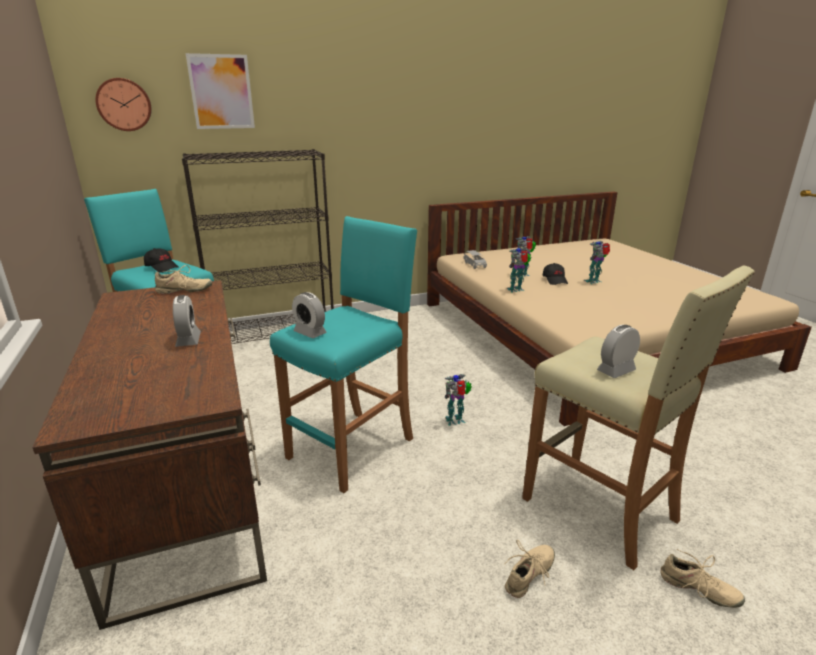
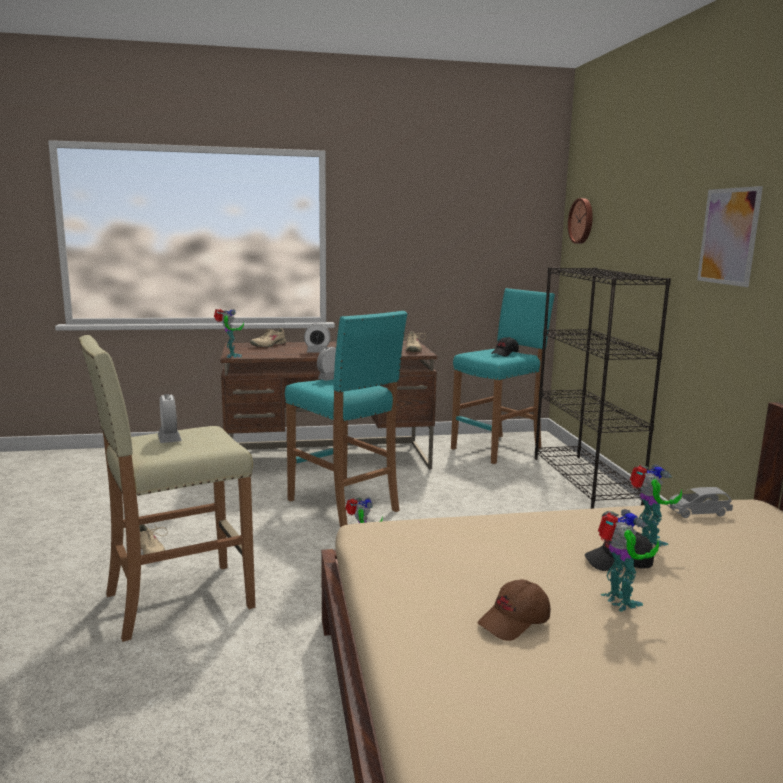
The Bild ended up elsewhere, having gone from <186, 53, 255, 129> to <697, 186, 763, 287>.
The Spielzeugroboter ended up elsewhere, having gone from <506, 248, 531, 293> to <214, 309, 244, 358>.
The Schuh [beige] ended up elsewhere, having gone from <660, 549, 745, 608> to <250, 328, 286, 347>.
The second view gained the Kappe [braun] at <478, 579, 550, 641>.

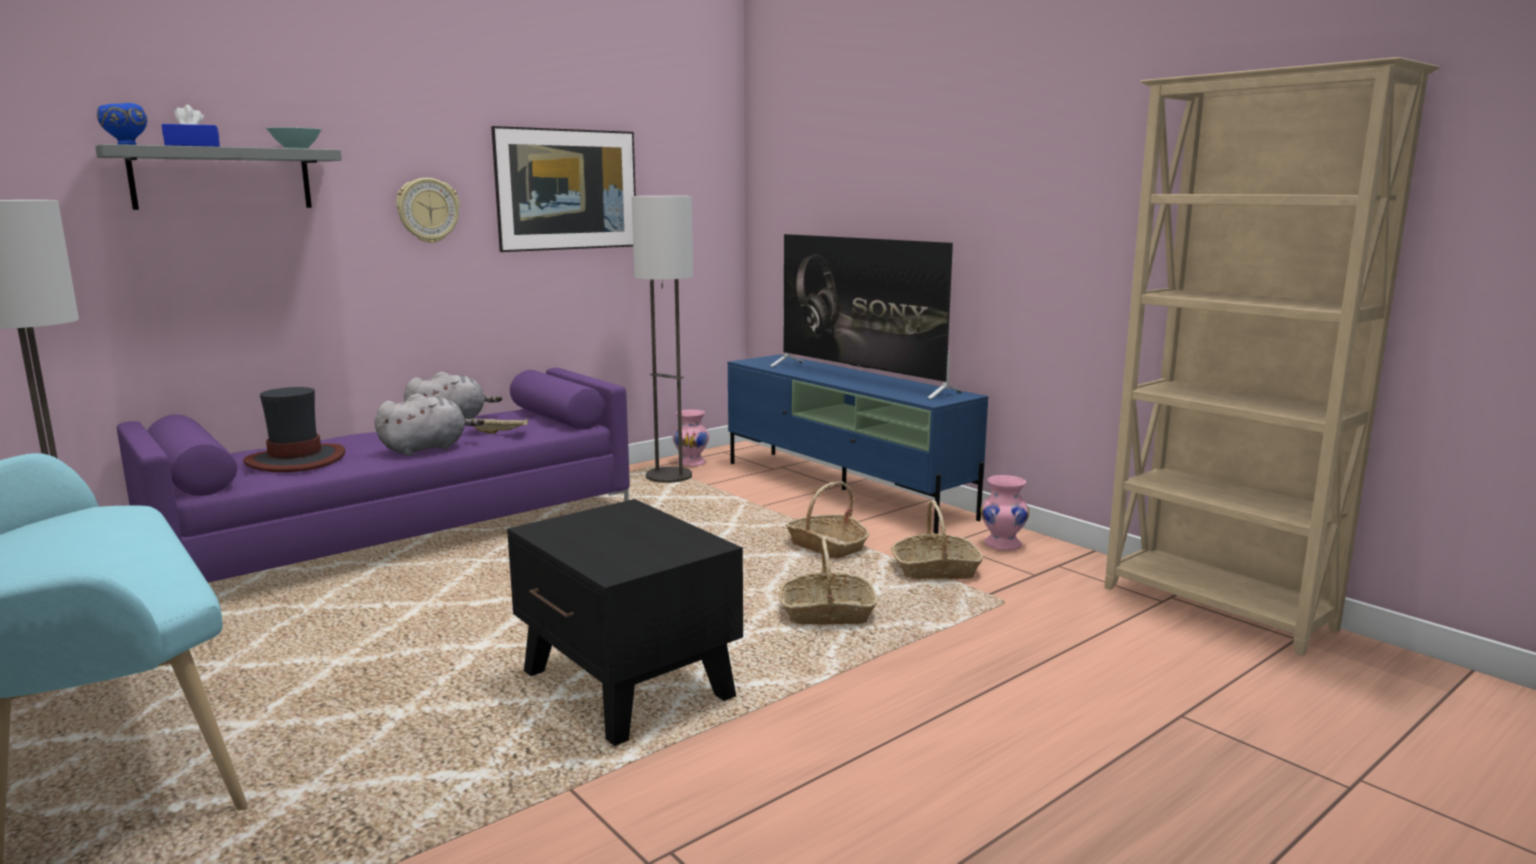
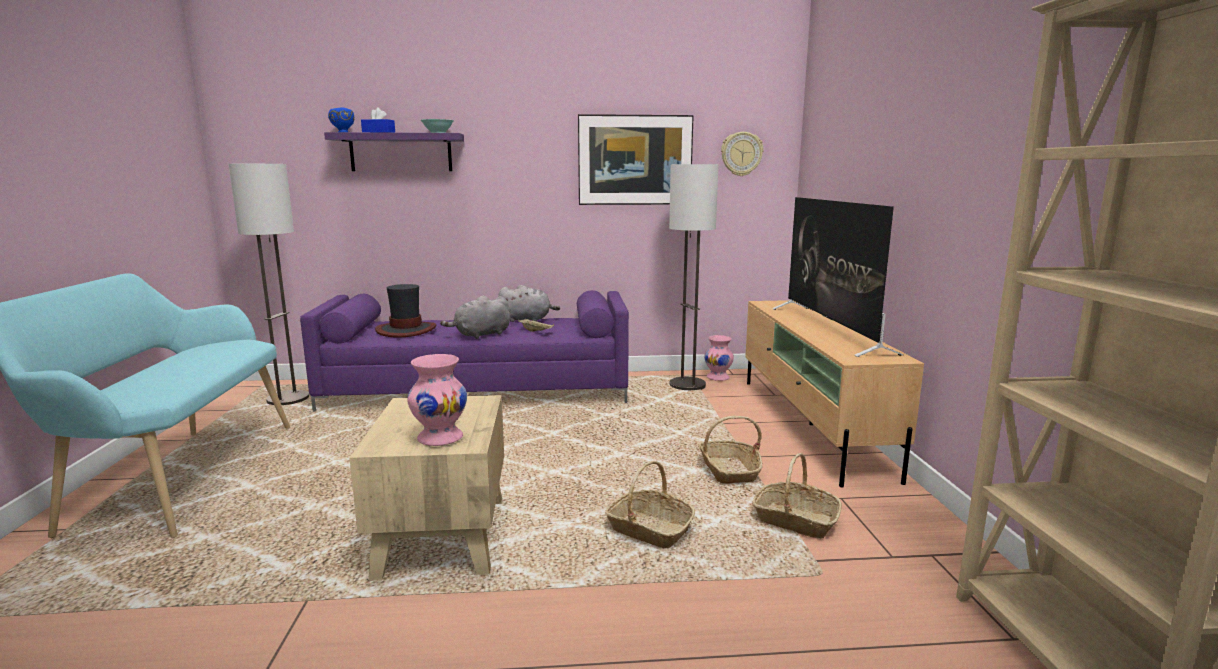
What was the Wandregal [grau] at <95, 144, 342, 210> turned into the Wandregal [lila] at <324, 132, 464, 171>.
The Wanduhr ended up elsewhere, having gone from <396, 178, 460, 243> to <721, 132, 763, 176>.
What was the Fernsehschrank [blau] at <728, 354, 988, 534> turned into the Fernsehschrank [beige] at <745, 300, 924, 487>.
The Plüschtier [grau] at <374, 394, 484, 456> ended up facing another way, 150 degrees clockwise from before.
The Vase [rosa] ended up elsewhere, having gone from <981, 475, 1029, 550> to <407, 354, 467, 446>.
What was the Beistelltisch [schwarz] at <507, 499, 743, 746> turned into the Beistelltisch [beige] at <349, 395, 504, 580>.

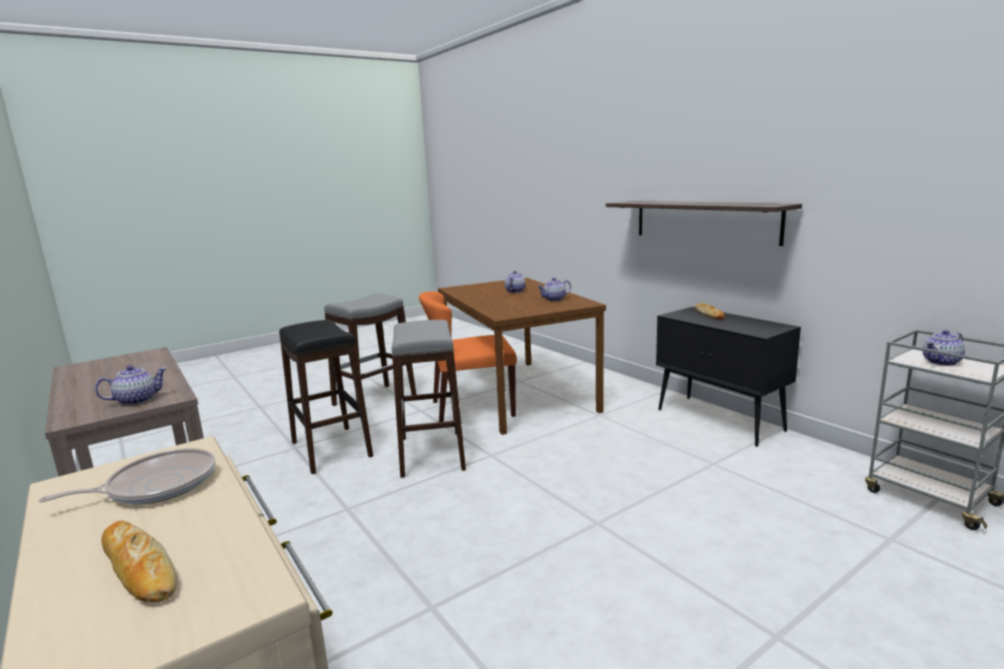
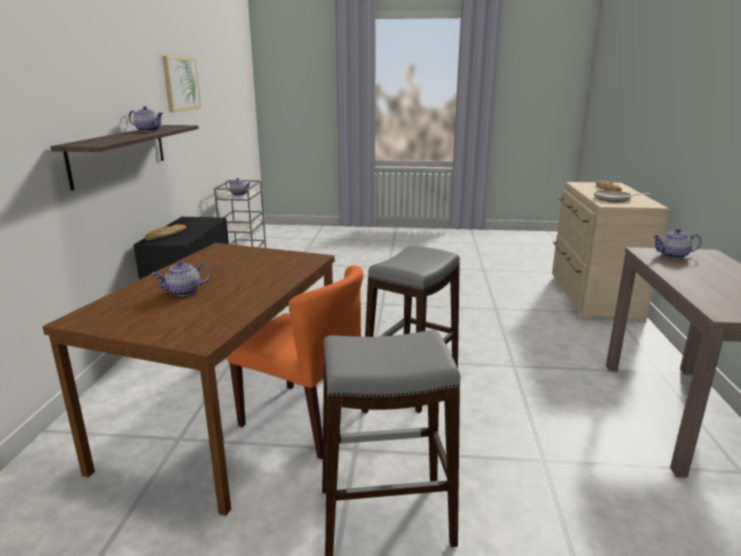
The Teekanne ended up elsewhere, having gone from <537, 278, 571, 301> to <129, 106, 163, 132>.
The second view lost the Hocker [schwarz] at <279, 320, 373, 474>.
The second view gained the Bild at <162, 56, 201, 112>.

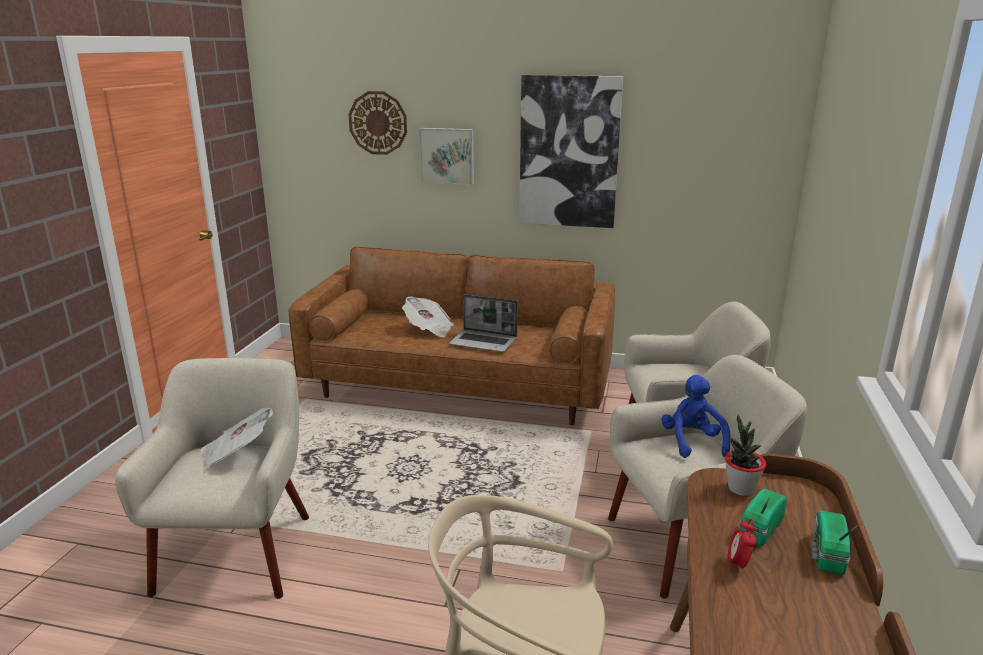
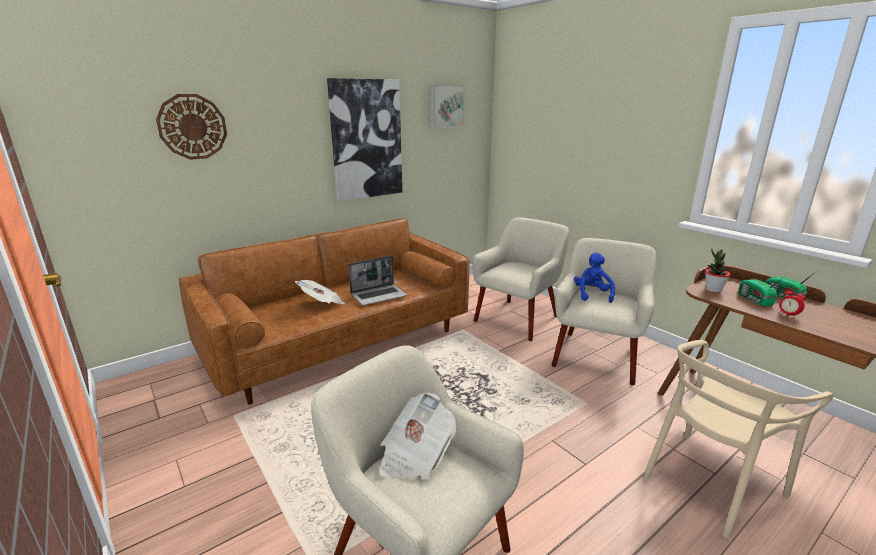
The Bild ended up elsewhere, having gone from <419, 128, 474, 185> to <430, 85, 465, 128>.
The Plüschtier [blau] at <661, 375, 731, 458> ended up facing another way, 60 degrees clockwise from before.

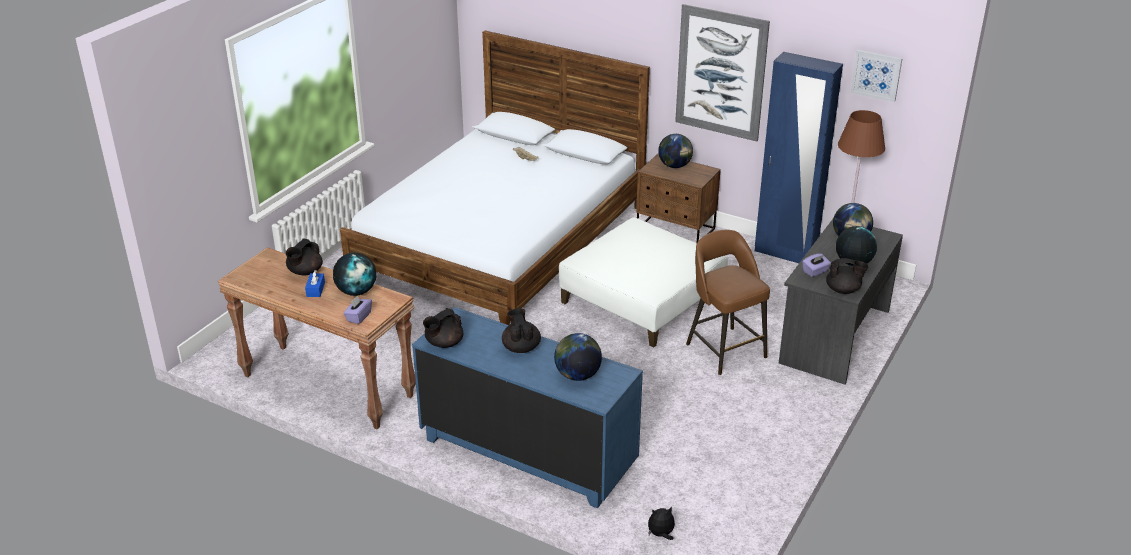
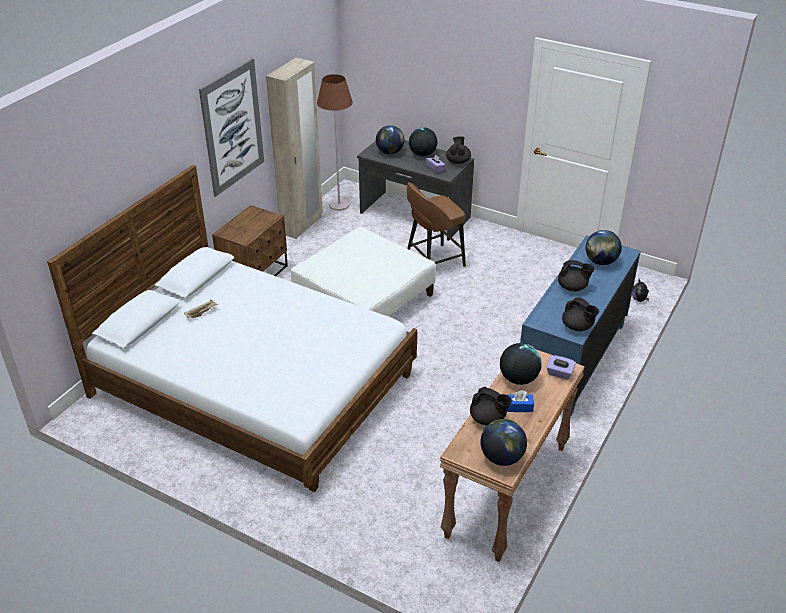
The second view lost the Bild at <851, 50, 902, 102>.
What was the Kleiderschrank [blau] at <755, 52, 843, 263> turned into the Kleiderschrank [beige] at <266, 58, 323, 239>.
The Globus ended up elsewhere, having gone from <658, 134, 693, 168> to <481, 419, 527, 466>.
The Teekanne [schwarz] at <502, 308, 541, 353> ended up facing another way, 150 degrees counterclockwise from before.

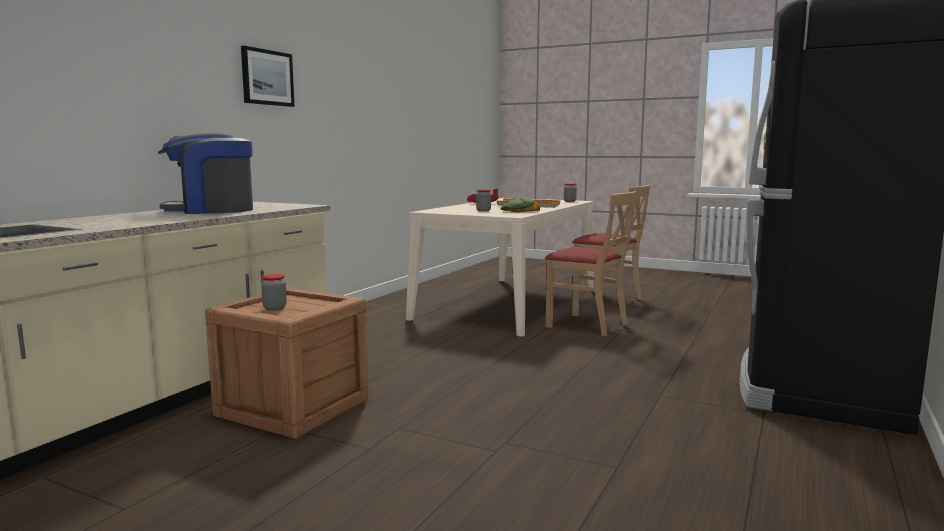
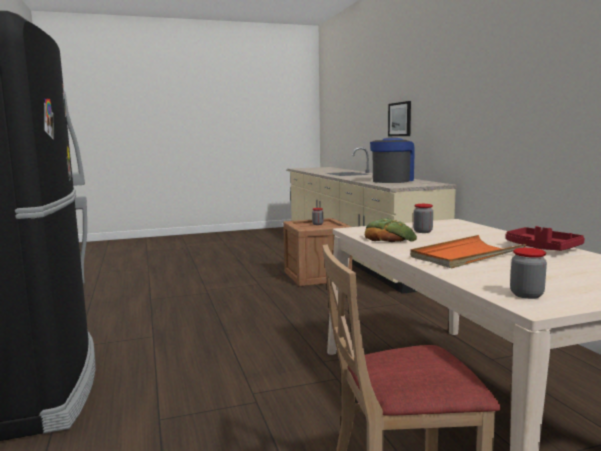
The Bild ended up elsewhere, having gone from <241, 46, 295, 107> to <388, 101, 411, 136>.
The second view lost the Stuhl [beige] at <545, 191, 637, 337>.

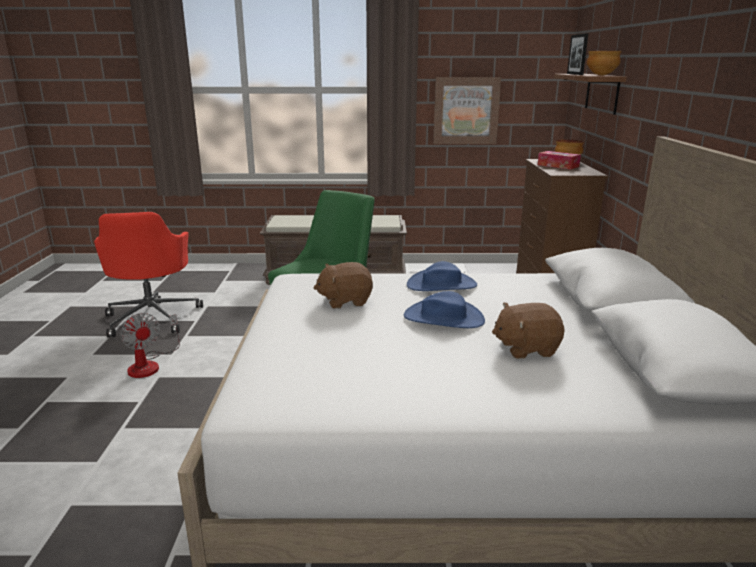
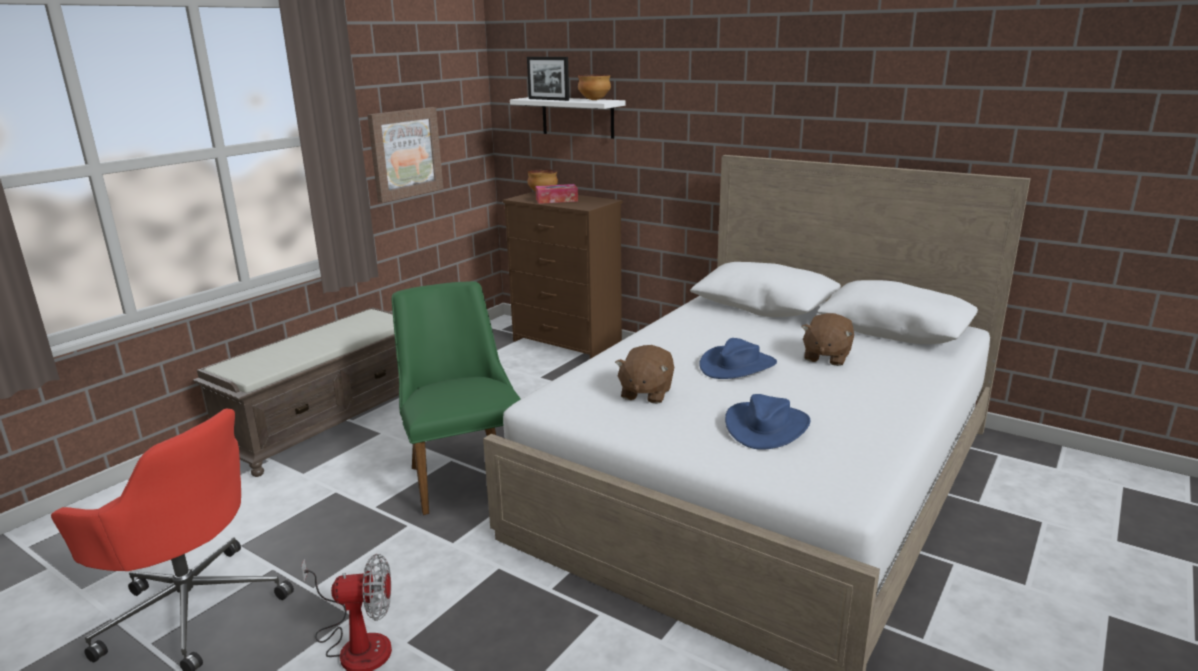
What was the Wandregal [braun] at <554, 74, 627, 115> turned into the Wandregal [weiß] at <510, 97, 626, 139>.
The Hut [blau] ended up elsewhere, having gone from <407, 261, 477, 291> to <725, 394, 810, 450>.

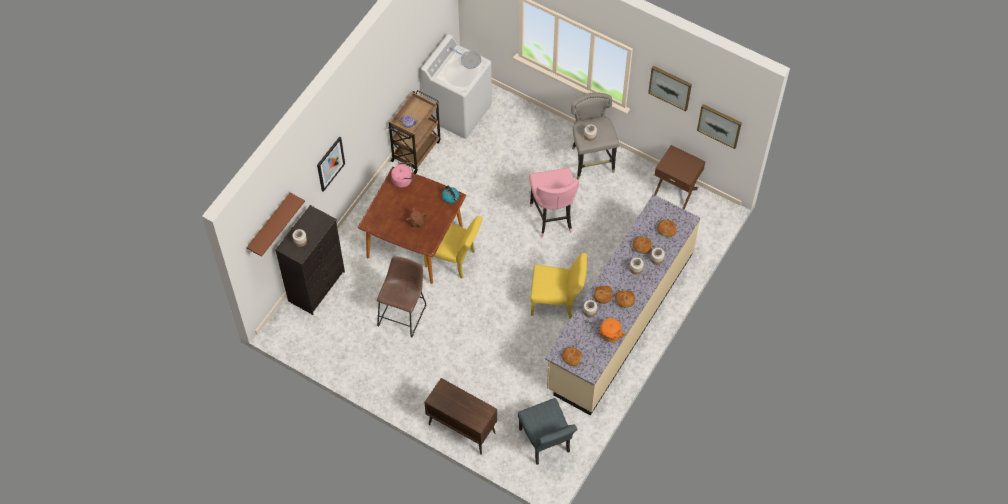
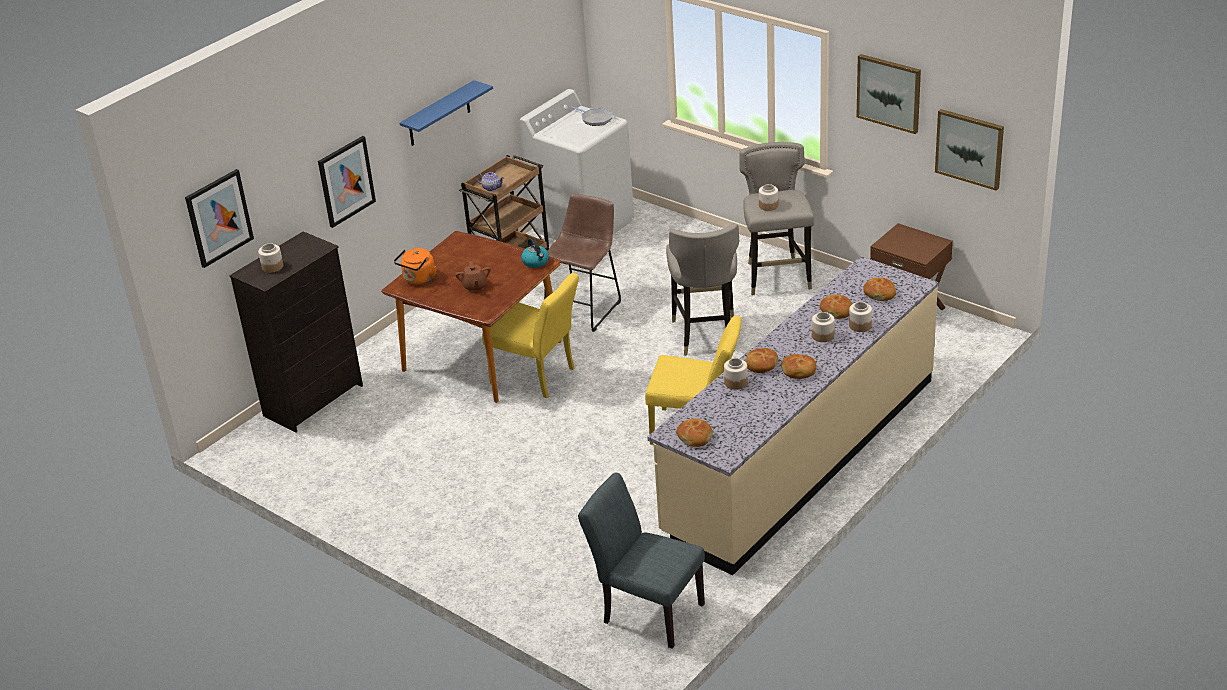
The second view lost the Wasserkessel [rosa] at <391, 162, 414, 188>.
What was the Hocker [rosa] at <529, 168, 579, 237> turned into the Hocker [grau] at <666, 223, 739, 356>.
Where the Wandregal [braun] hung at <246, 193, 305, 257>, the Bild came to hang at <185, 169, 254, 268>.
The Hocker [braun] ended up elsewhere, having gone from <377, 256, 426, 337> to <544, 194, 621, 332>.
The Wasserkessel [orange] ended up elsewhere, having gone from <597, 318, 626, 342> to <394, 248, 436, 285>.
The second view lost the Schrank [braun] at <424, 378, 497, 454>.
The Stuhl [grau] at <518, 398, 577, 465> ended up facing another way, 135 degrees clockwise from before.
The second view gained the Wandregal [blau] at <400, 80, 493, 146>.

